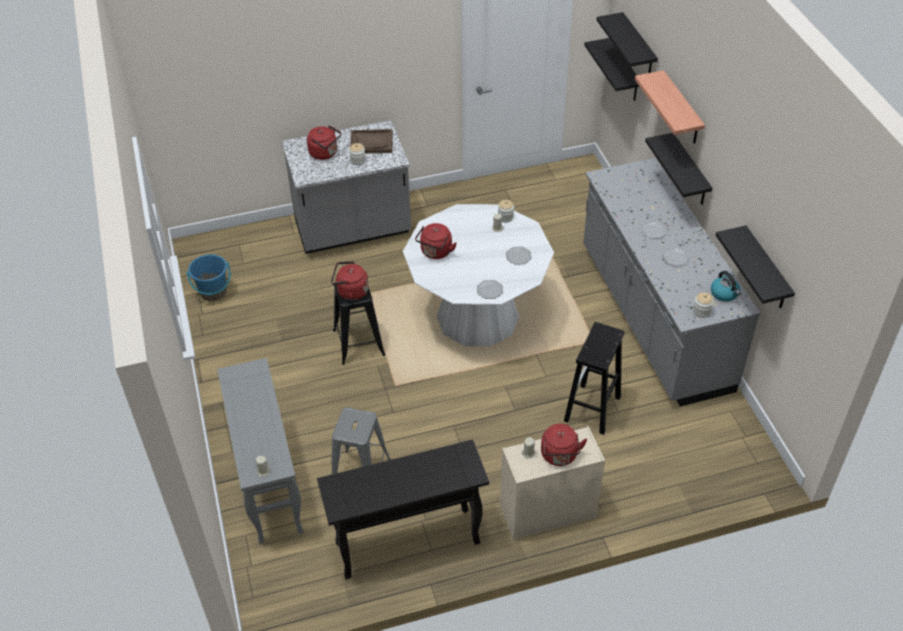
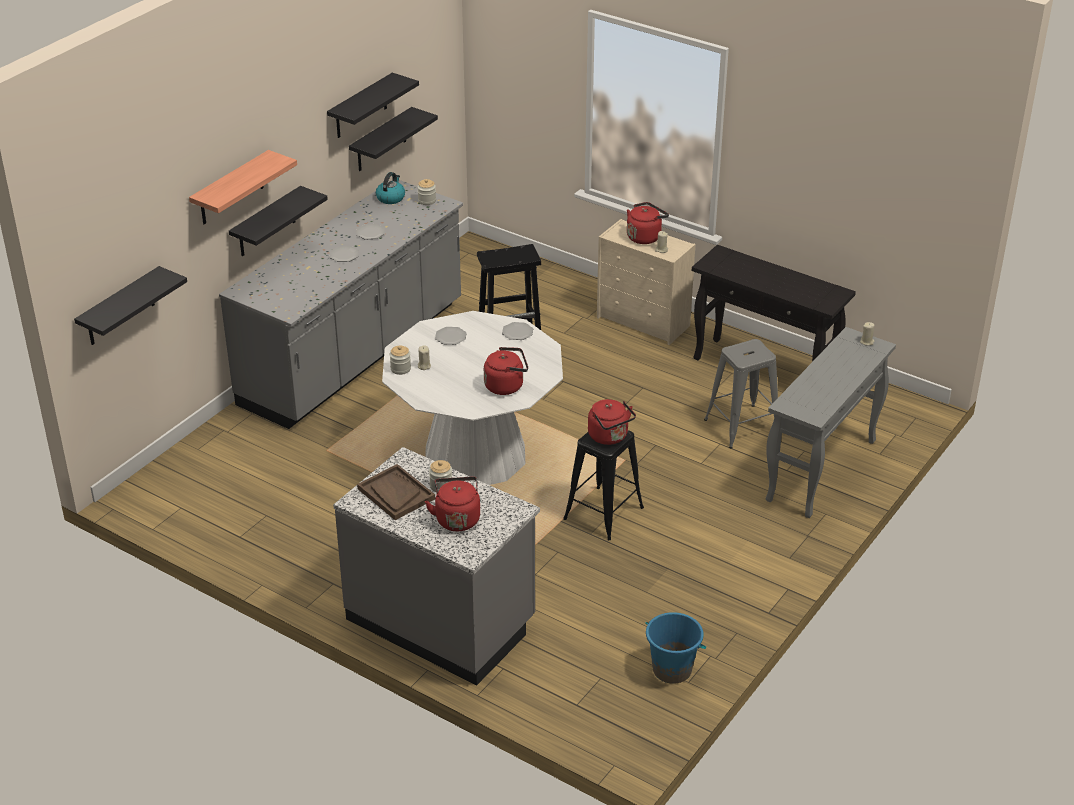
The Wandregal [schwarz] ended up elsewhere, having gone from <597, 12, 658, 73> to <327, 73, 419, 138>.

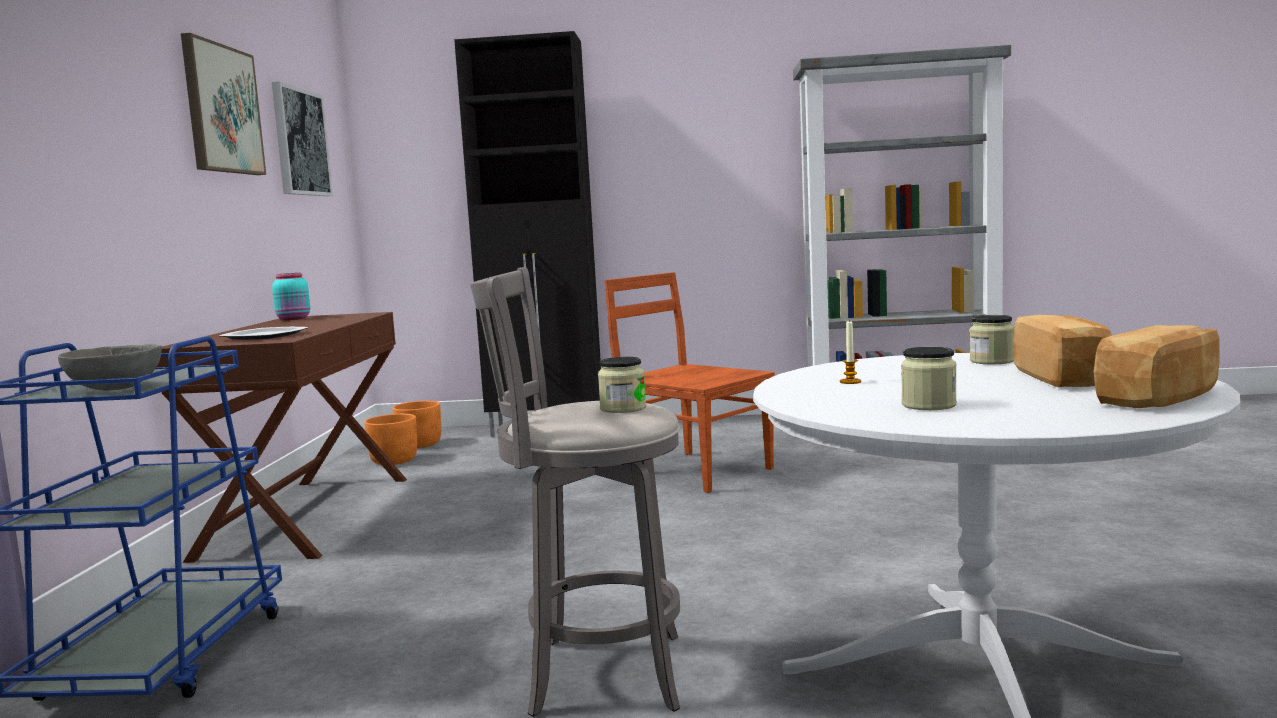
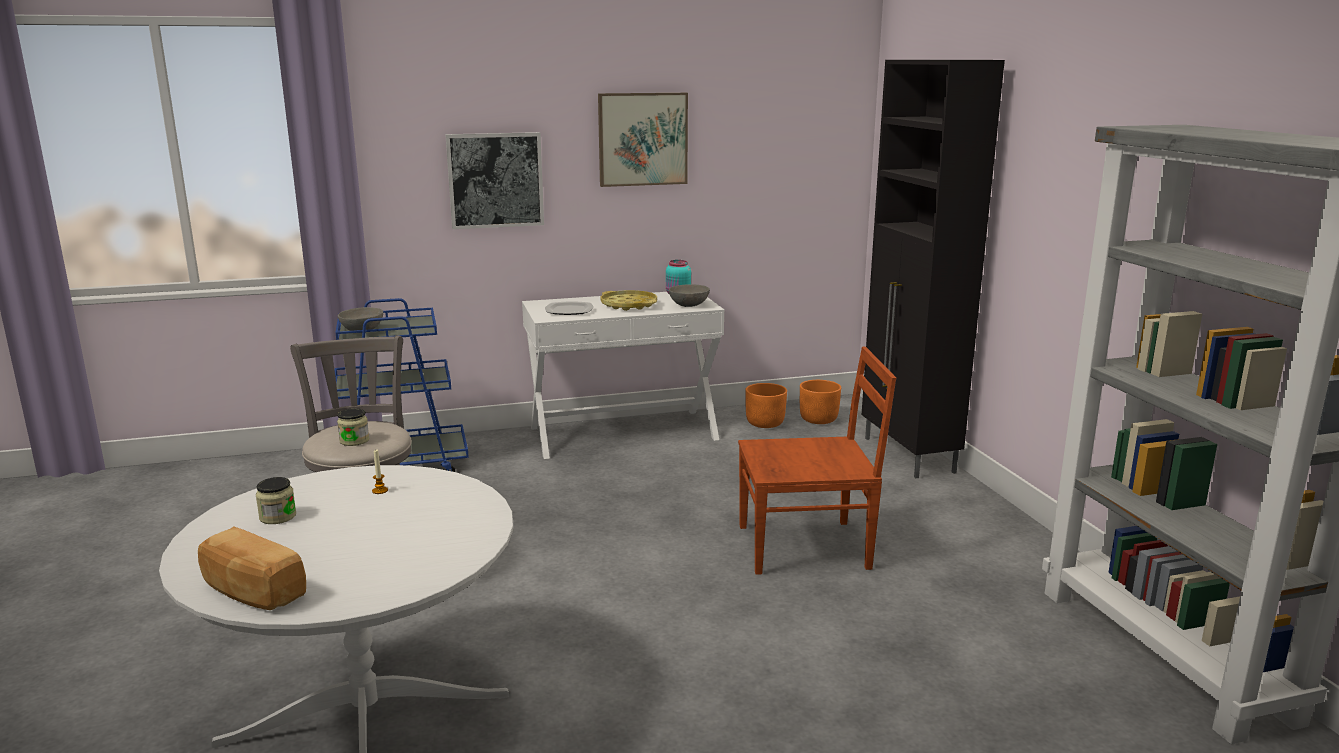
The Bild ended up elsewhere, having gone from <272, 81, 333, 196> to <445, 132, 544, 229>.
The Stuhl [braun] at <605, 272, 775, 493> ended up facing another way, 60 degrees clockwise from before.
What was the Konsolentisch [braun] at <157, 312, 407, 563> turned into the Konsolentisch [weiß] at <522, 292, 724, 459>.
The second view lost the Vorratsglas at <970, 315, 1014, 364>.
The second view lost the Brot at <1013, 315, 1112, 387>.
The second view gained the Schüssel [grau] at <669, 284, 710, 307>.
The second view gained the Tablett [gelb] at <601, 290, 657, 311>.

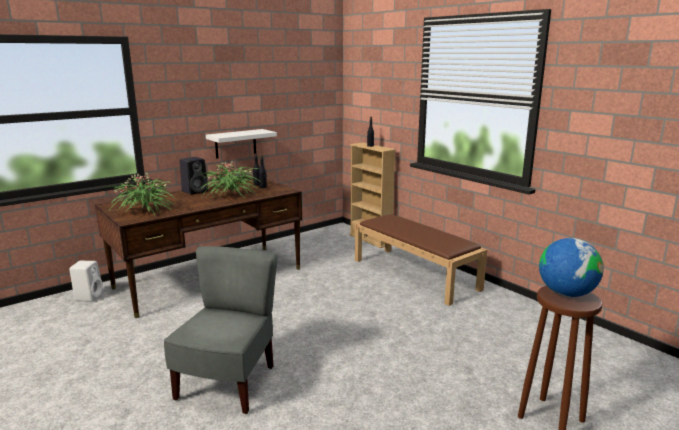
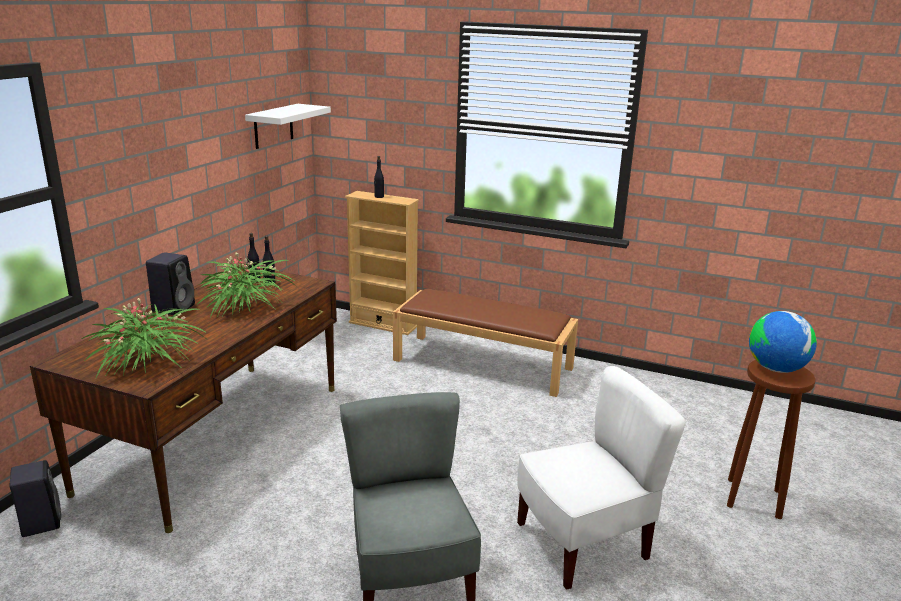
The Wandregal [weiß] ended up elsewhere, having gone from <206, 129, 277, 159> to <245, 104, 331, 149>.
What was the Lautsprecher [weiß] at <69, 261, 103, 301> turned into the Lautsprecher [schwarz] at <10, 460, 61, 537>.
The second view gained the Stuhl [weiß] at <517, 366, 686, 590>.

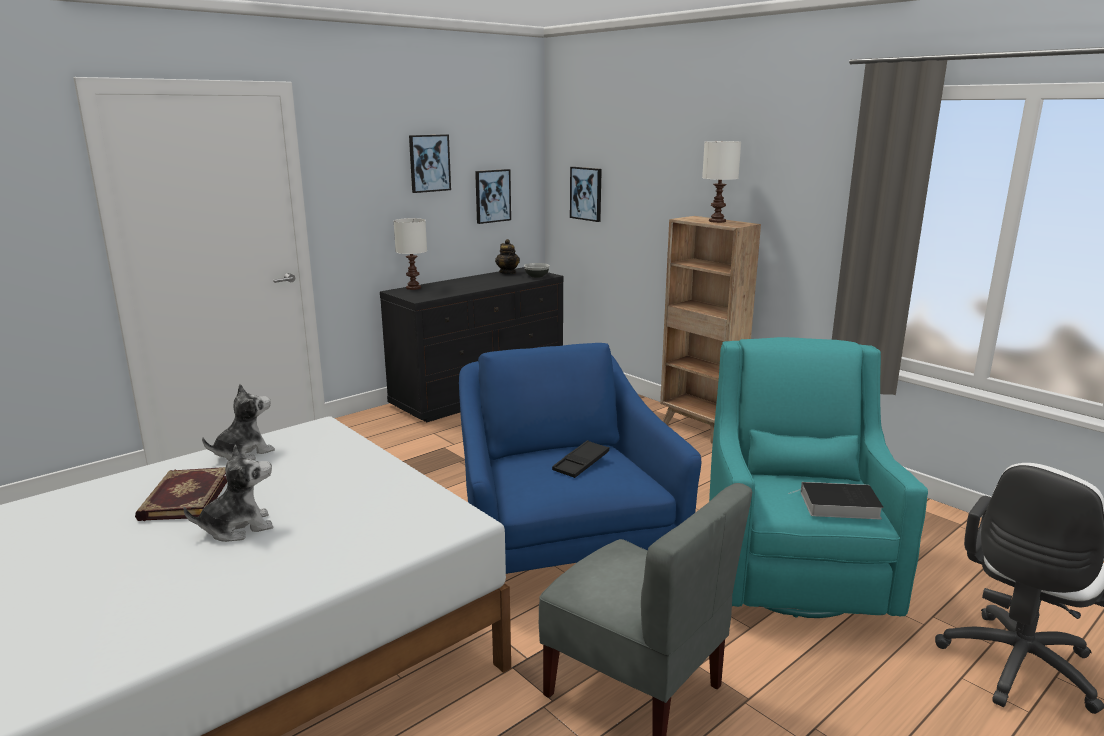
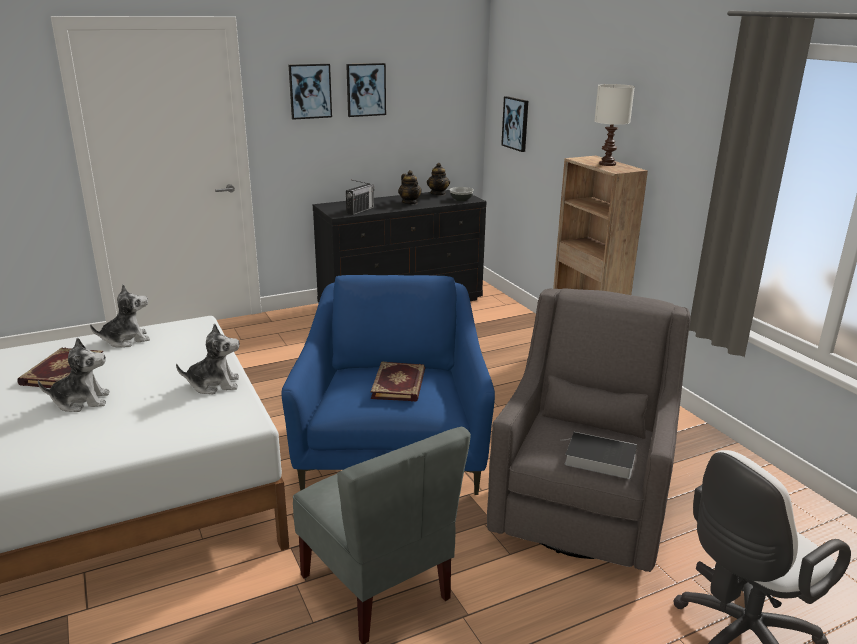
The Bild ended up elsewhere, having gone from <475, 169, 511, 224> to <289, 64, 332, 120>.
The second view lost the Tischlampe [weiß] at <394, 218, 427, 290>.
What was the Sessel [türkis] at <709, 337, 928, 618> turned into the Sessel [grau] at <487, 288, 691, 572>.
Where the Tablett [schwarz] stood at <552, 440, 609, 478>, the Buch came to stand at <371, 362, 425, 402>.
The second view gained the Teekanne at <398, 170, 422, 205>.
The second view gained the Radio at <346, 179, 375, 215>.
The second view gained the Plüschtier at <176, 323, 239, 394>.

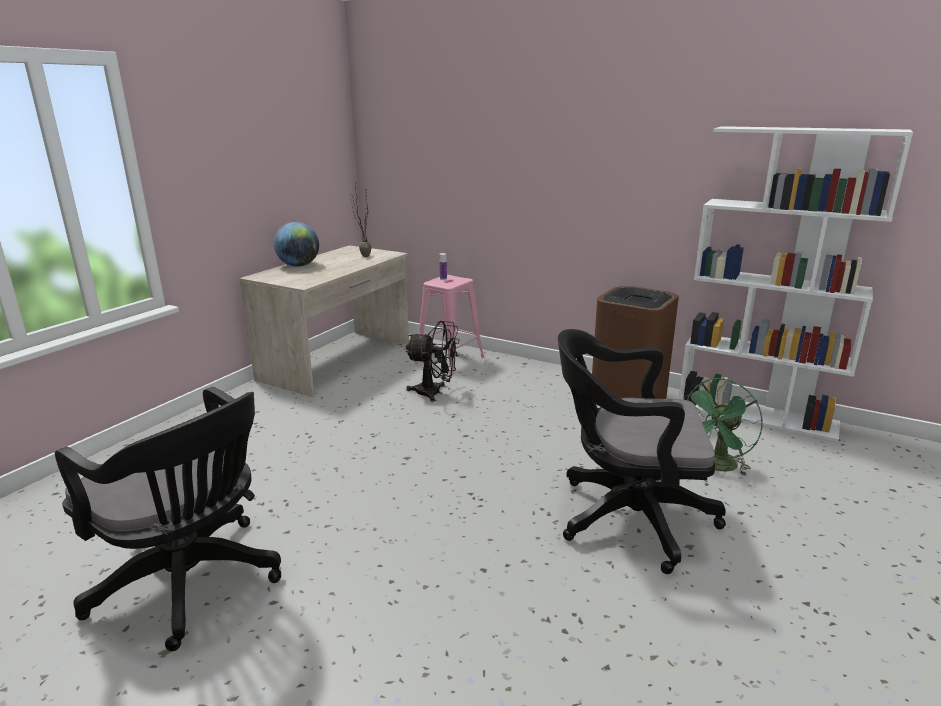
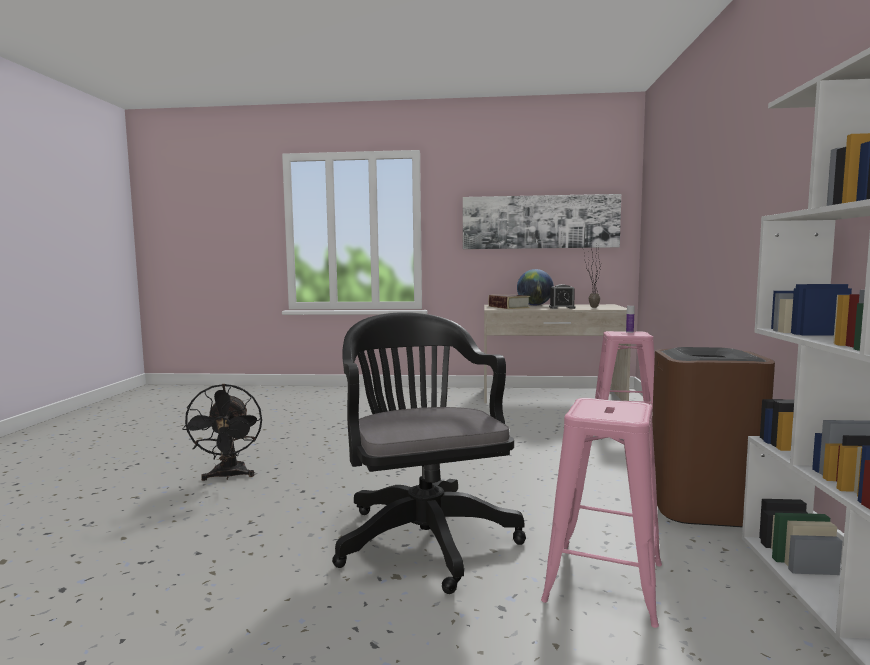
The Ventilator [schwarz] ended up elsewhere, having gone from <405, 321, 460, 402> to <182, 384, 262, 481>.
Where the Ventilator [grün] stood at <683, 378, 763, 476>, the Hocker [rosa] came to stand at <541, 398, 662, 628>.
The second view lost the Bürostuhl [schwarz] at <55, 387, 281, 651>.
The second view gained the Bild at <463, 194, 621, 249>.
The second view gained the Wecker at <549, 284, 576, 309>.
The second view gained the Buch at <488, 294, 530, 309>.

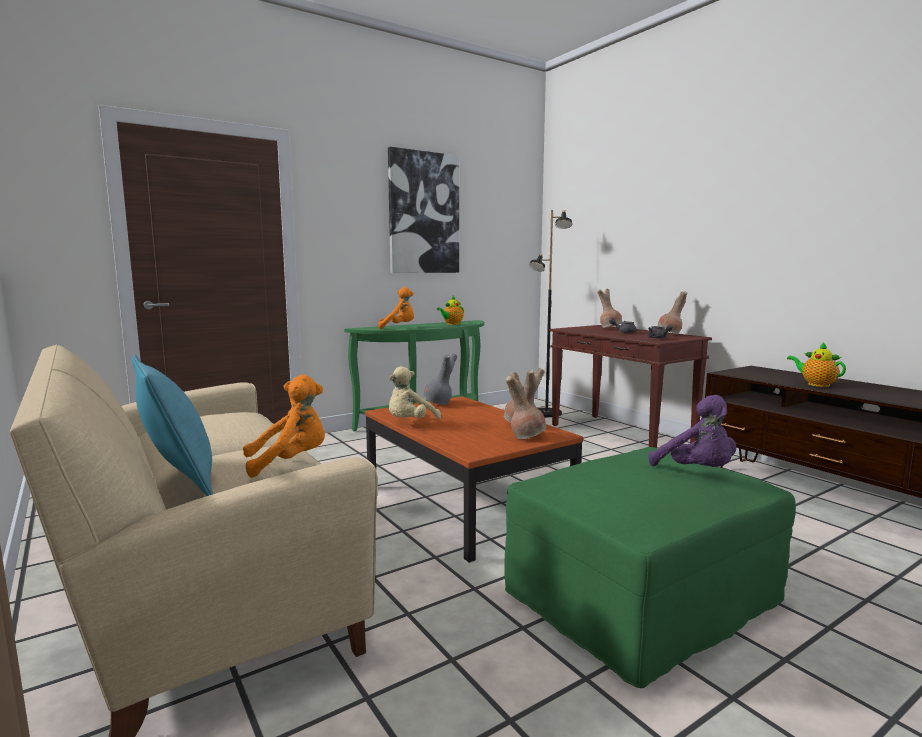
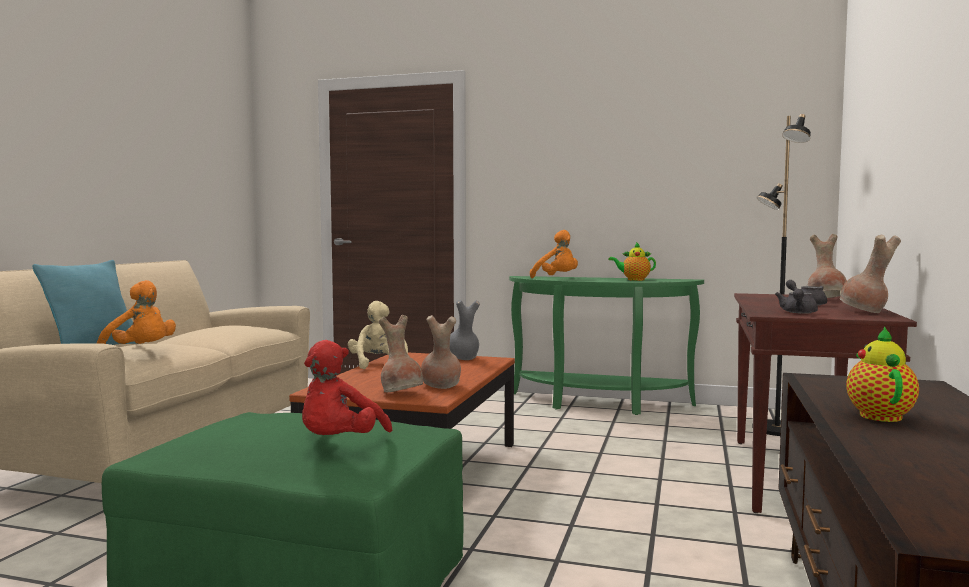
The second view lost the Bild at <388, 147, 459, 273>.
The Plüschtier [beige] at <389, 366, 441, 419> ended up facing another way, 75 degrees clockwise from before.
What was the Plüschtier [lila] at <649, 395, 736, 467> turned into the Plüschtier [rot] at <302, 340, 392, 435>.

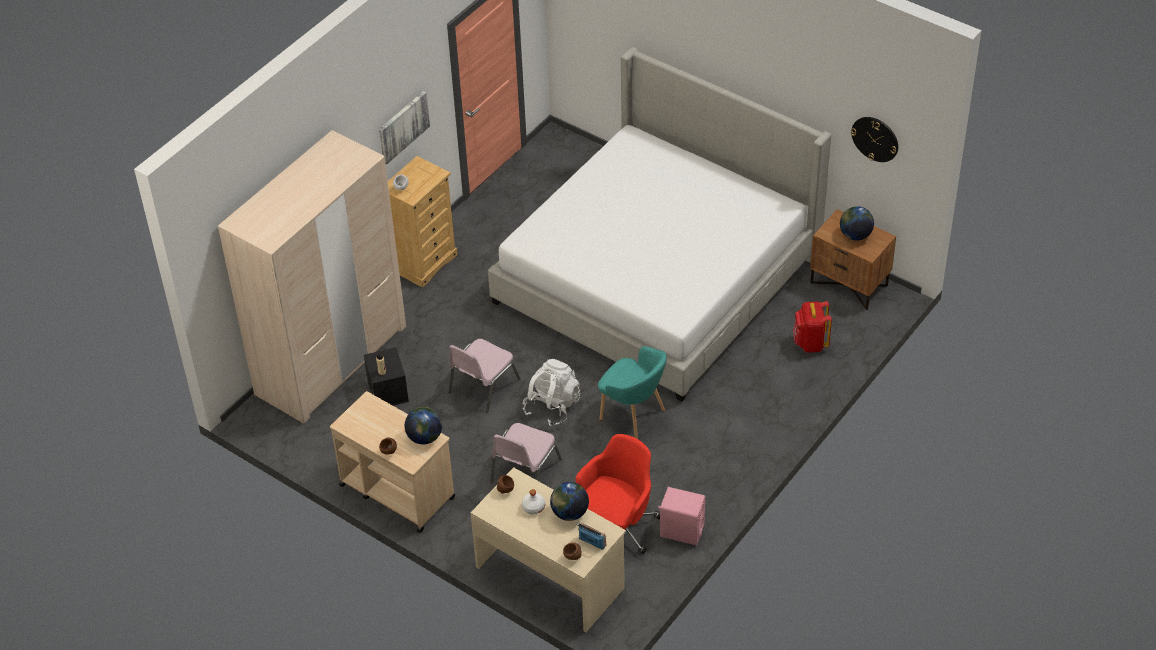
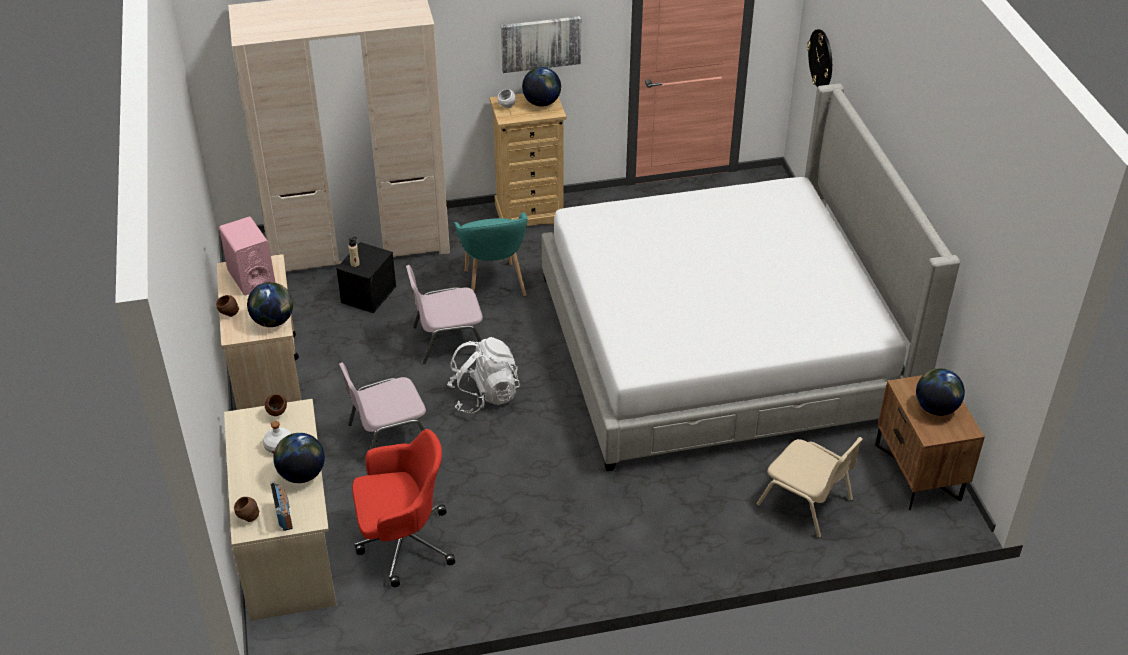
The Wanduhr ended up elsewhere, having gone from <851, 117, 898, 162> to <807, 29, 832, 87>.
Where the Rucksack [rot] stood at <793, 301, 832, 353>, the Stuhl [beige] came to stand at <756, 437, 863, 538>.
The Sessel [türkis] ended up elsewhere, having gone from <598, 346, 667, 439> to <454, 212, 528, 296>.
The Lautsprecher [rosa] ended up elsewhere, having gone from <658, 487, 705, 545> to <219, 217, 275, 295>.
The second view gained the Globus at <522, 67, 561, 107>.

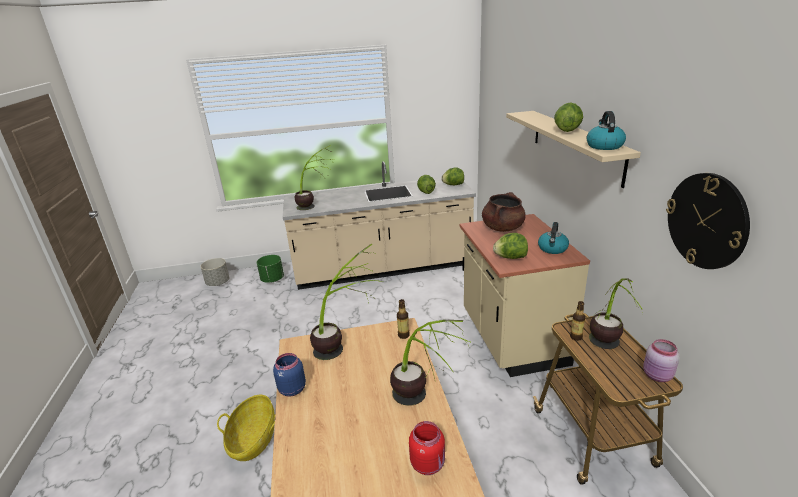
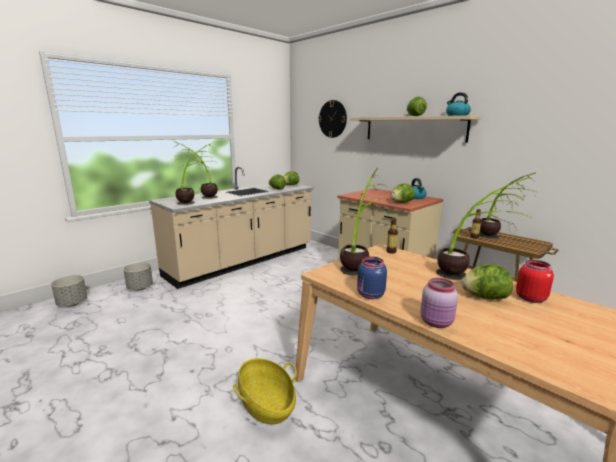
The Wanduhr ended up elsewhere, having gone from <666, 173, 750, 269> to <318, 100, 347, 138>.
The second view lost the Kochtopf [braun] at <482, 192, 526, 232>.
What was the Pflanzkübel [grün] at <257, 255, 284, 283> turned into the Pflanzkübel [grau] at <123, 262, 153, 290>.
The Vorratsglas [rosa] ended up elsewhere, having gone from <643, 339, 679, 382> to <420, 278, 458, 328>.
The second view gained the Topfpflanze at <172, 141, 218, 199>.
The second view gained the Salatkopf at <461, 264, 513, 299>.

